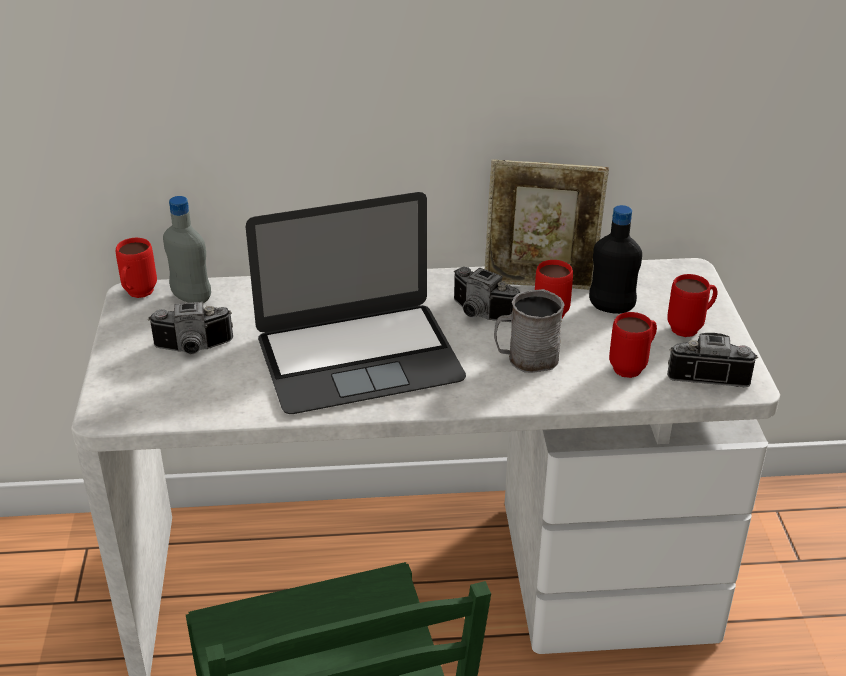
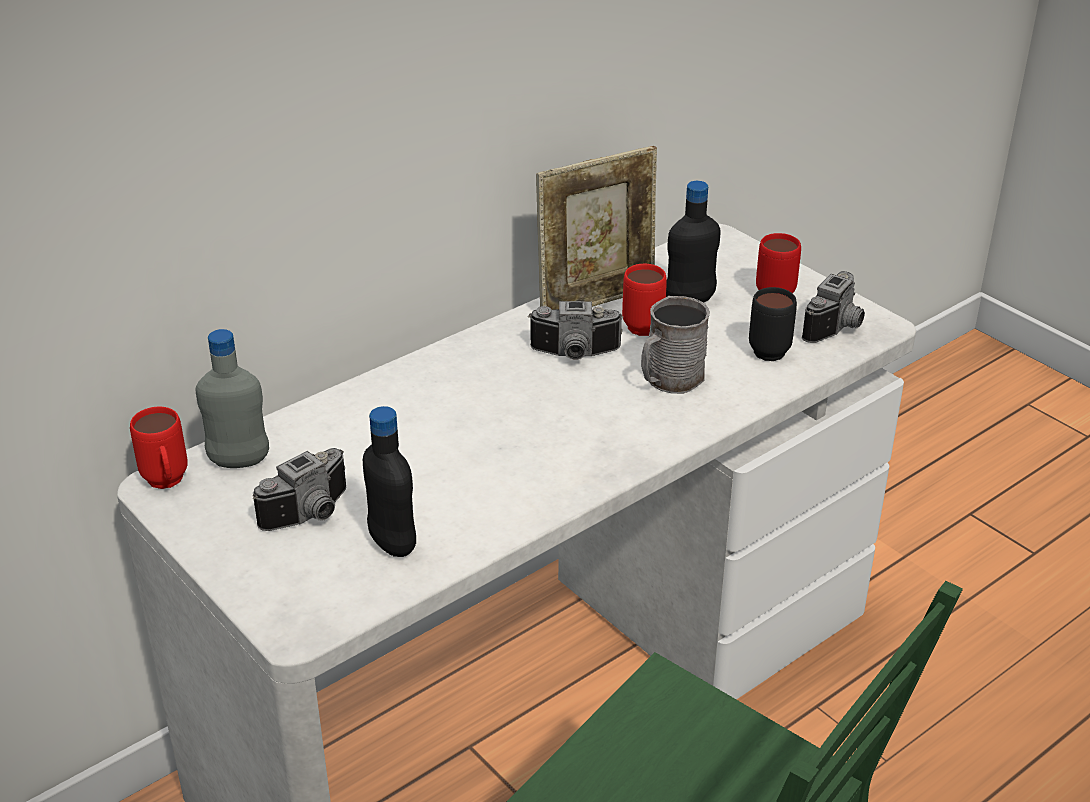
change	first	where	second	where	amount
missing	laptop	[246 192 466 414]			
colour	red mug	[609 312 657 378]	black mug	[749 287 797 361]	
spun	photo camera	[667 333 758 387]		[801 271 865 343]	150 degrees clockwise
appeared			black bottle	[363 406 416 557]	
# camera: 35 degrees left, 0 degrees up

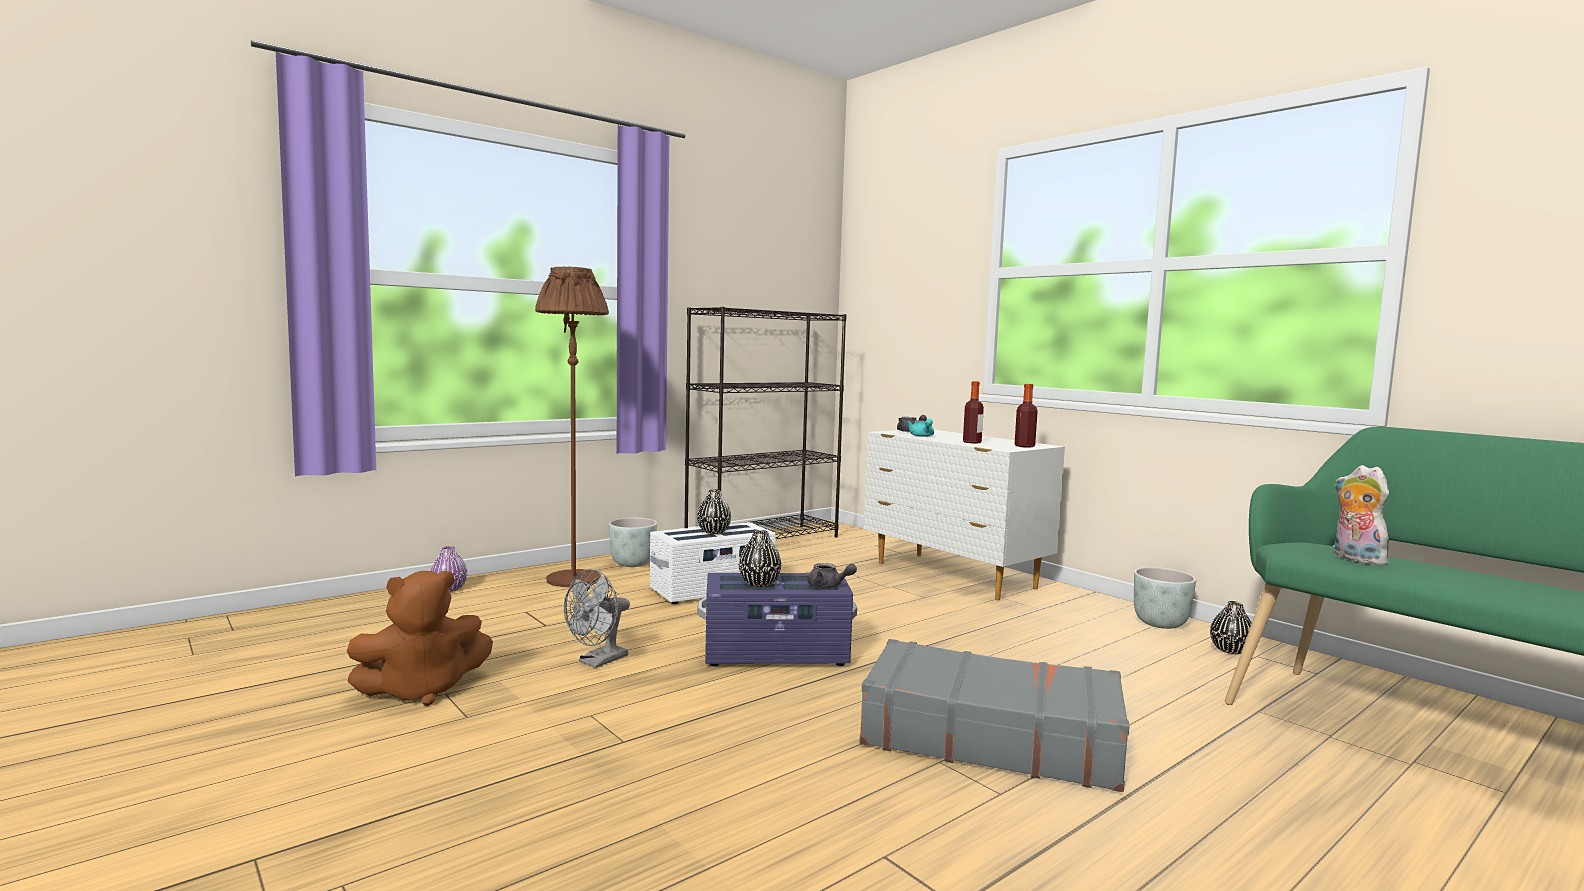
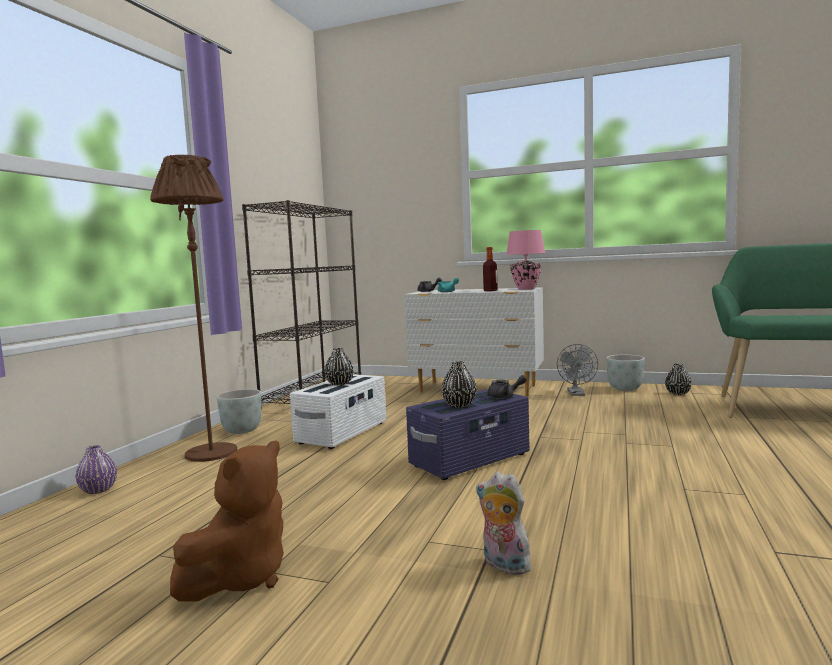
change	first	where	second	where	amount
relocated	grey fan	[564 569 630 668]		[557 344 598 396]	
missing	grey suitcase	[860 639 1129 792]			
exchanged	bottle	[1015 384 1038 448]	pink table lamp	[506 230 545 290]	
relocated	plush toy	[1334 465 1389 565]		[476 472 535 575]	
# camera: 30 degrees left, 0 degrees up

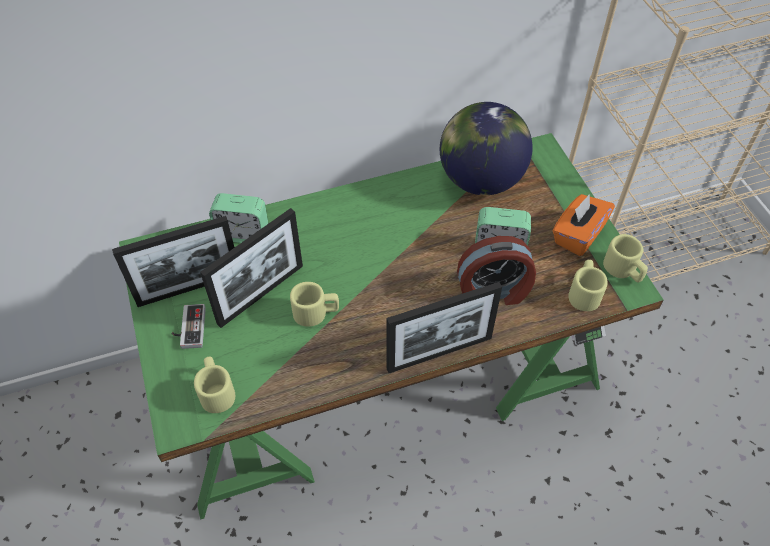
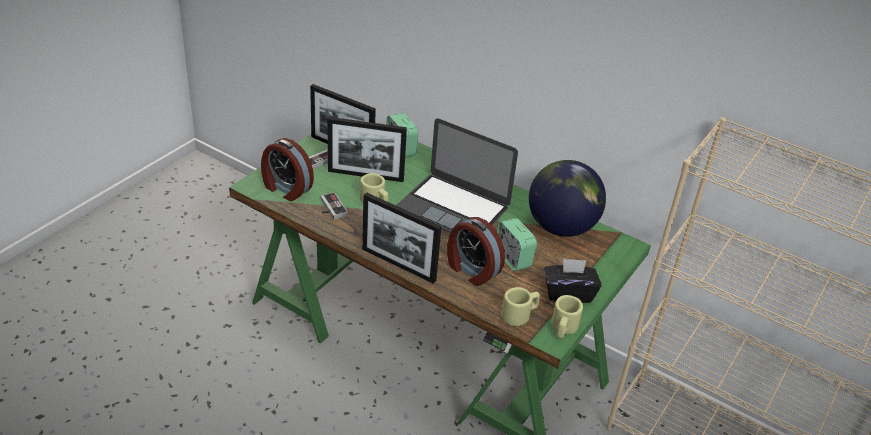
change	first	where	second	where	amount
exchanged	beige mug	[194 357 235 413]	alarm clock	[261 138 314 201]	
colour	orange tissue box	[553 194 615 256]	black tissue box	[544 258 602 303]	
appeared			game controller	[321 192 348 220]	
appeared			laptop	[396 119 518 233]	
# camera: 50 degrees right, 15 degrees down

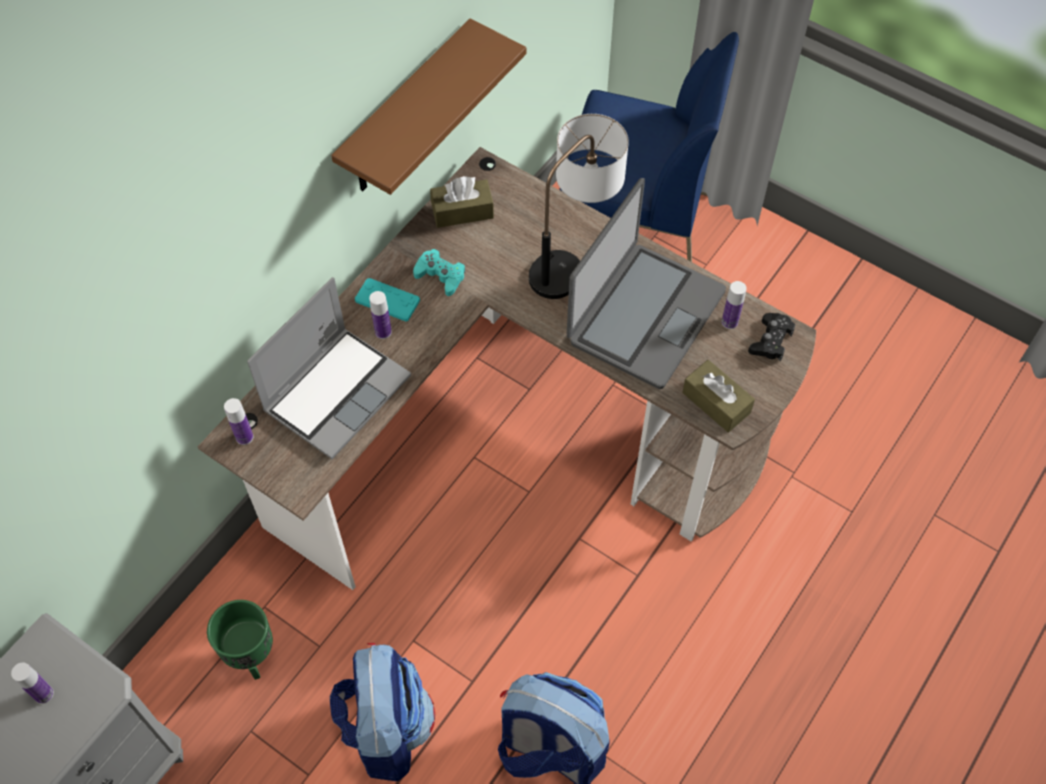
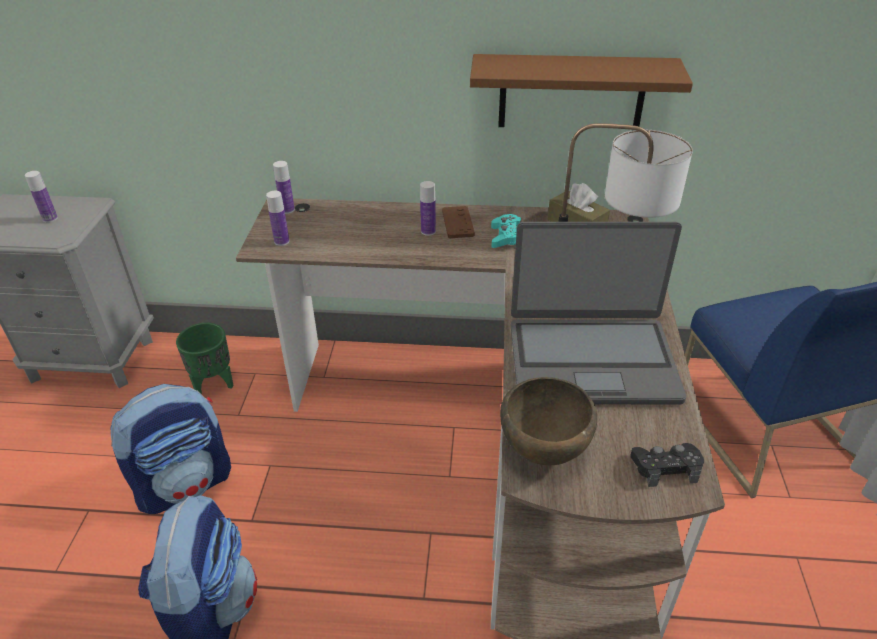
change	first	where	second	where	amount
missing	laptop	[247 277 411 459]			
colour	turquoise game controller	[355 278 420 321]	brown game controller	[442 206 475 238]	
exchanged	brown tissue box	[682 360 755 432]	brown bowl	[500 377 597 465]	
relocated	bottle	[722 281 747 329]		[266 191 289 246]	
# camera: 60 degrees right, 20 degrees down

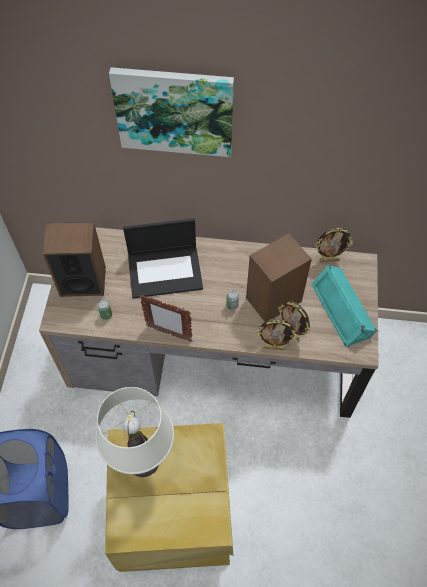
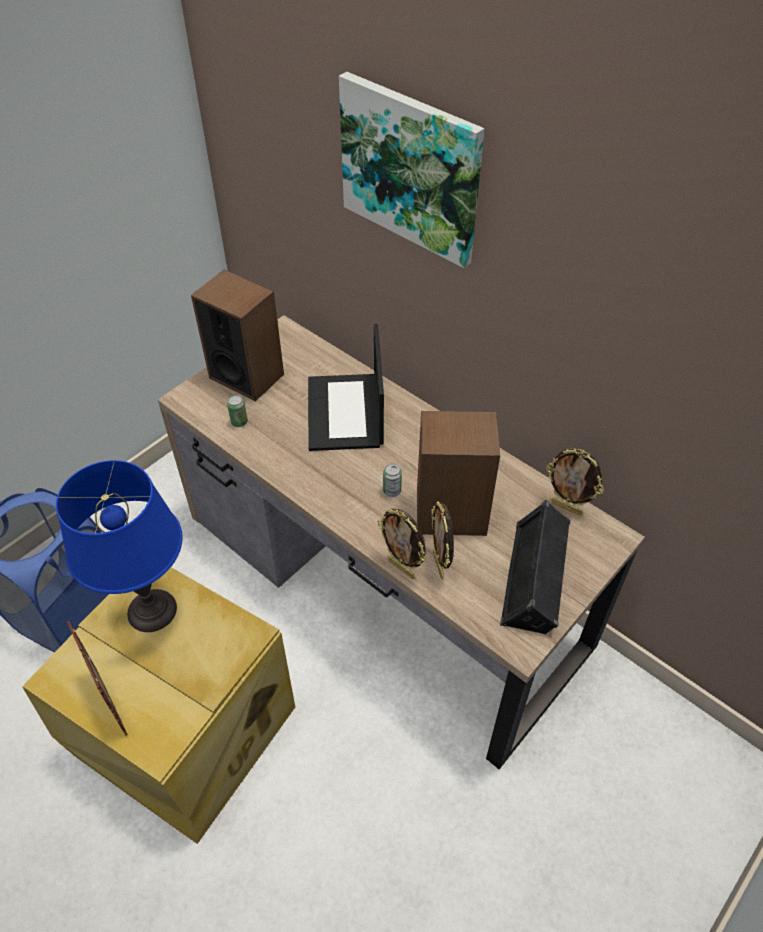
change	first	where	second	where	amount
colour	white table lamp	[96 387 174 477]	blue table lamp	[56 460 182 632]	
spun	laptop	[123 218 203 298]		[308 324 384 451]	60 degrees clockwise
relocated	picture frame	[139 295 193 342]		[67 621 128 736]	
colour	turquoise speaker	[311 265 377 347]	black speaker	[500 499 570 634]	
# camera: 35 degrees right, 10 degrees down

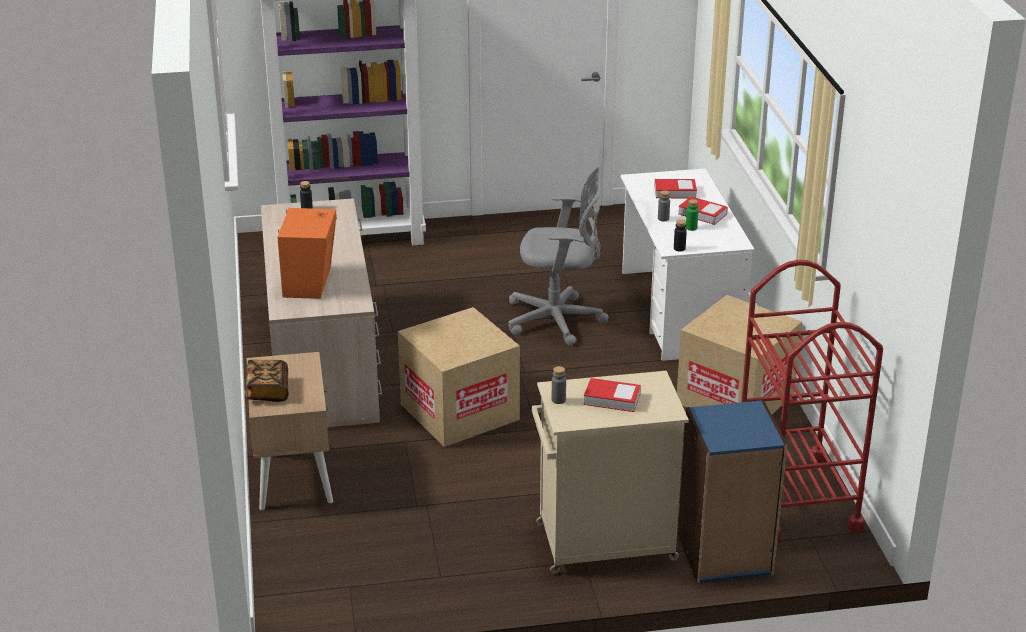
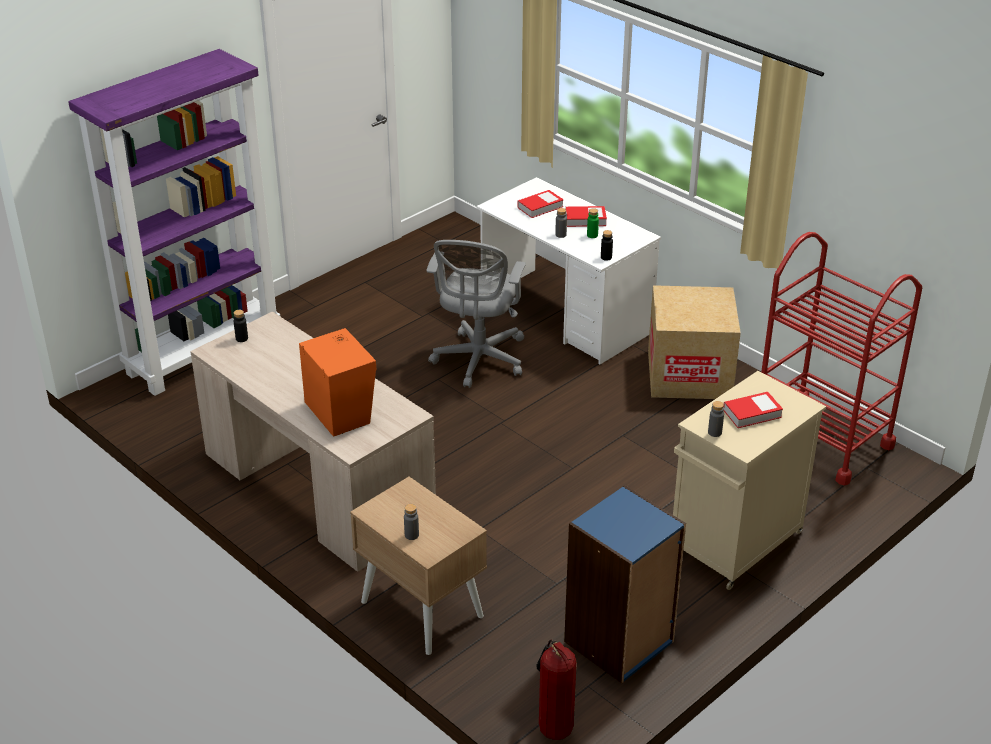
change	first	where	second	where	amount
exchanged	book	[245 359 289 402]	grey bottle	[404 504 419 540]	
missing	cardboard box	[398 307 520 447]			
spun	grey office chair	[508 166 609 346]		[426 240 526 388]	135 degrees clockwise
relocated	blue bookcase	[678 400 788 583]		[564 485 686 683]	
appeared			fire extinguisher	[536 640 577 740]	
# camera: 35 degrees left, 5 degrees up

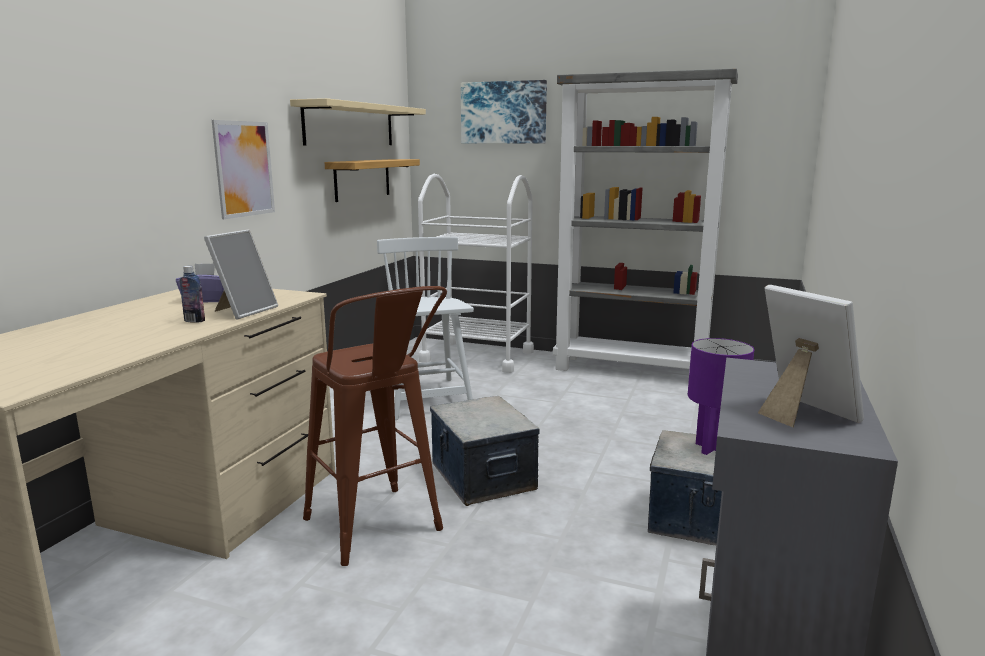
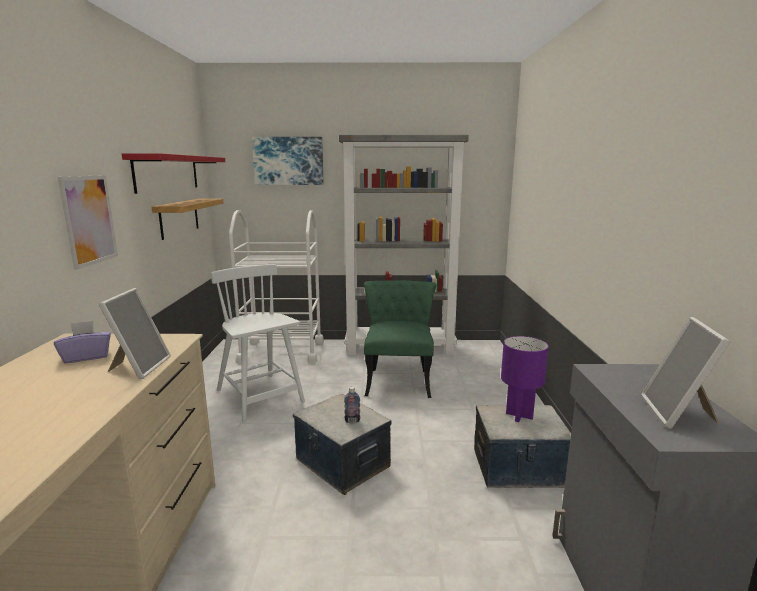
change	first	where	second	where	amount
relocated	bottle	[180 266 205 323]		[344 386 360 423]	
colour	beige shelf	[290 98 426 145]	red shelf	[122 153 225 194]	
missing	brown stool	[303 286 447 566]			
spun	picture frame	[758 285 864 428]		[641 317 730 429]	120 degrees counterclockwise
appeared			green chair	[364 280 436 398]	
# camera: 20 degrees left, 0 degrees up

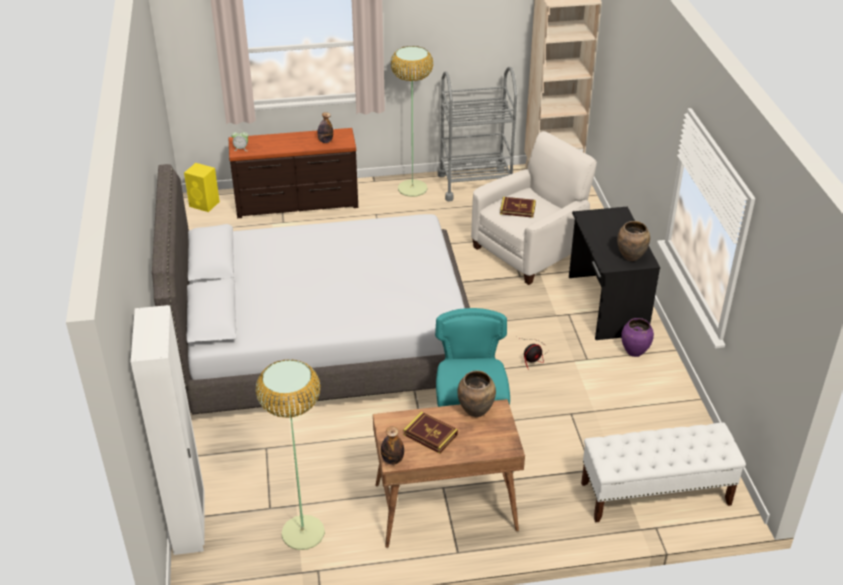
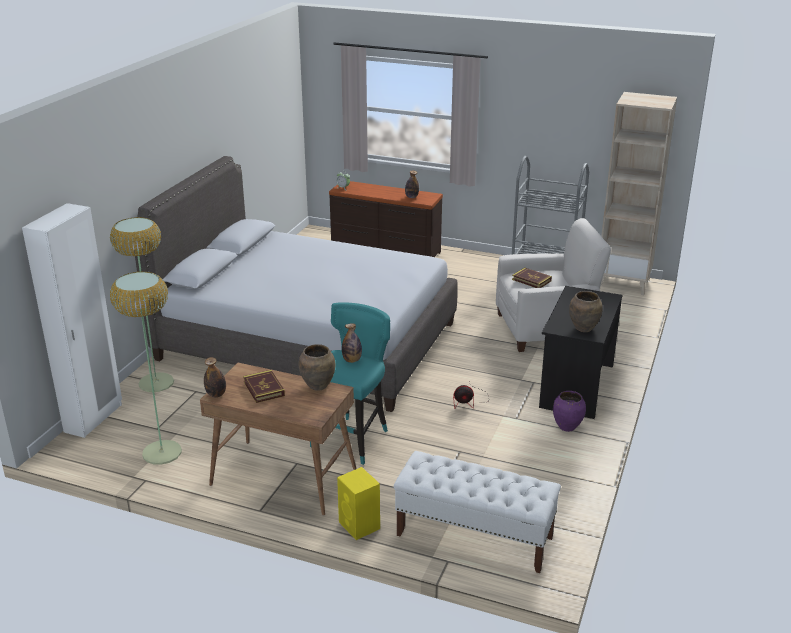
change	first	where	second	where	amount
relocated	yellow speaker	[184 163 220 212]		[337 467 380 540]	
relocated	floor lamp	[391 46 433 197]		[110 217 174 392]	
appeared			bottle	[342 323 362 363]	
# camera: 30 degrees right, 10 degrees down

